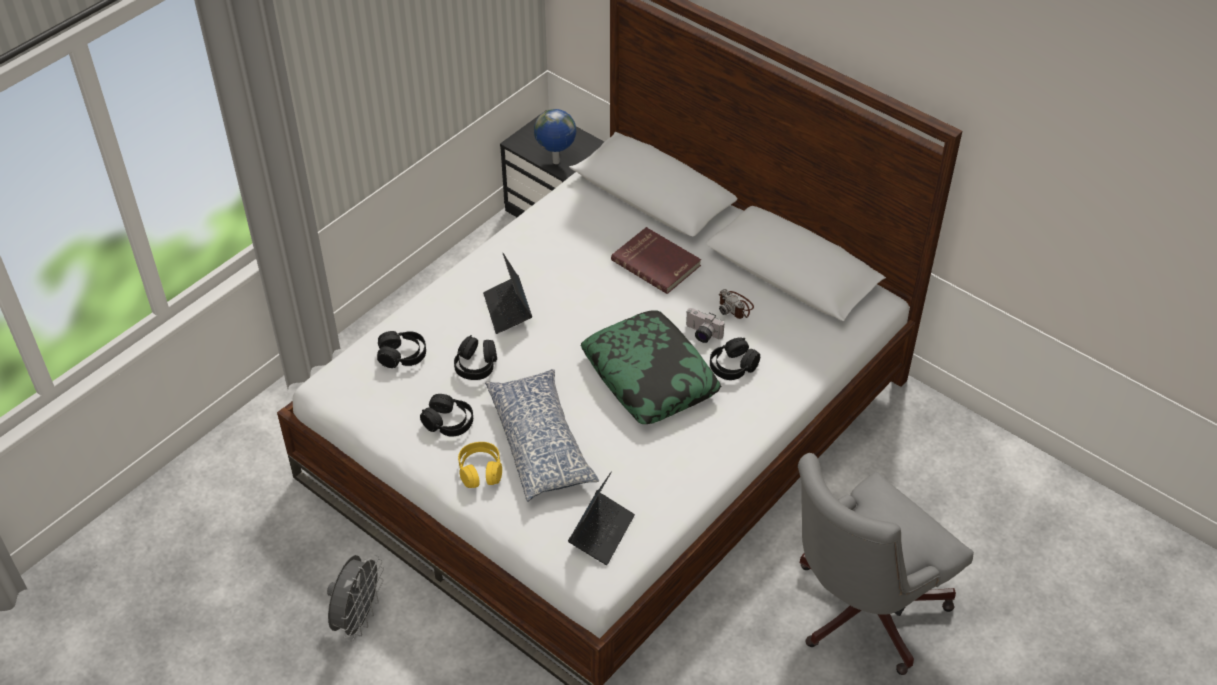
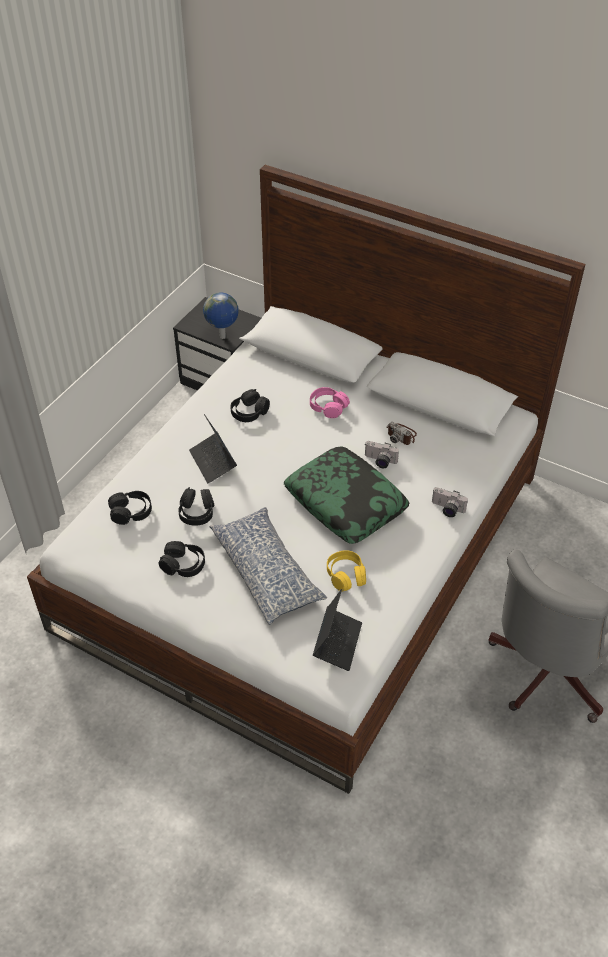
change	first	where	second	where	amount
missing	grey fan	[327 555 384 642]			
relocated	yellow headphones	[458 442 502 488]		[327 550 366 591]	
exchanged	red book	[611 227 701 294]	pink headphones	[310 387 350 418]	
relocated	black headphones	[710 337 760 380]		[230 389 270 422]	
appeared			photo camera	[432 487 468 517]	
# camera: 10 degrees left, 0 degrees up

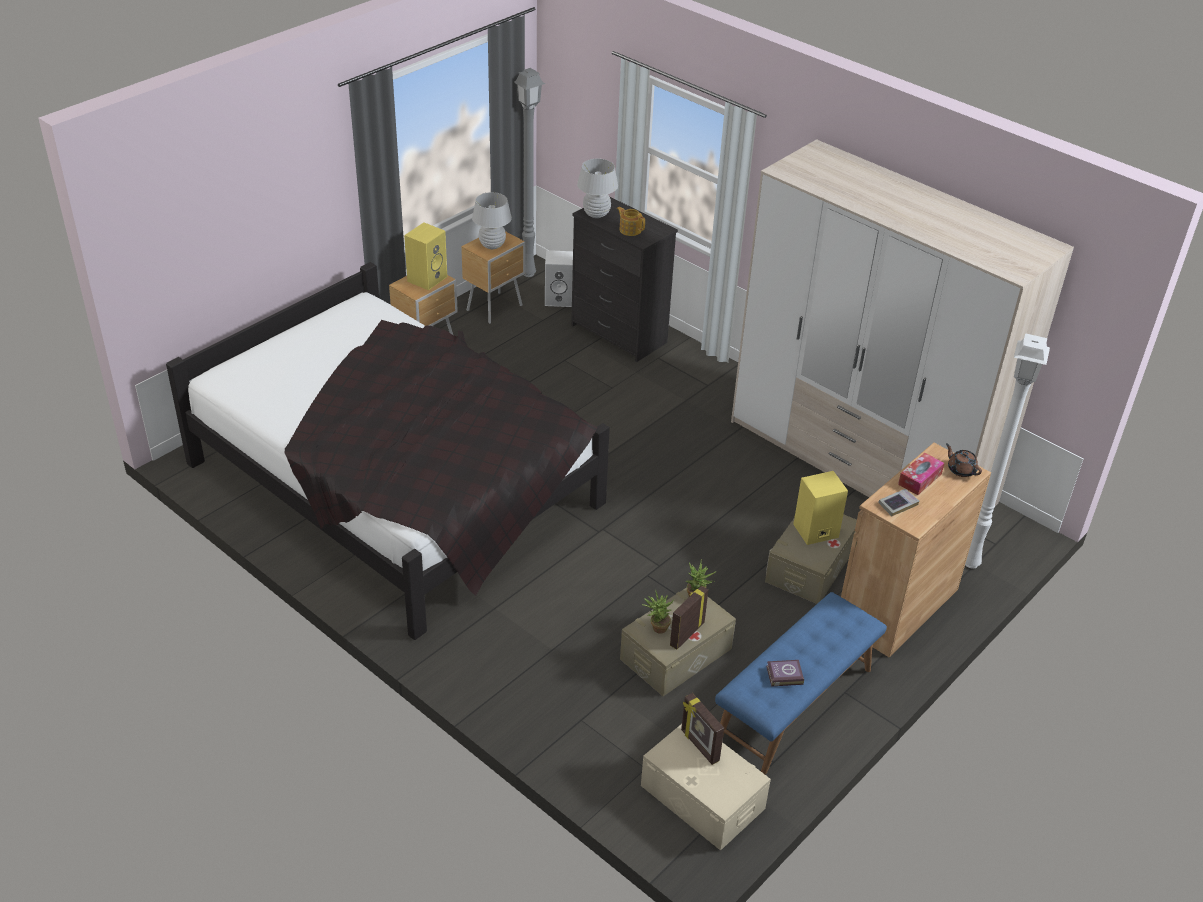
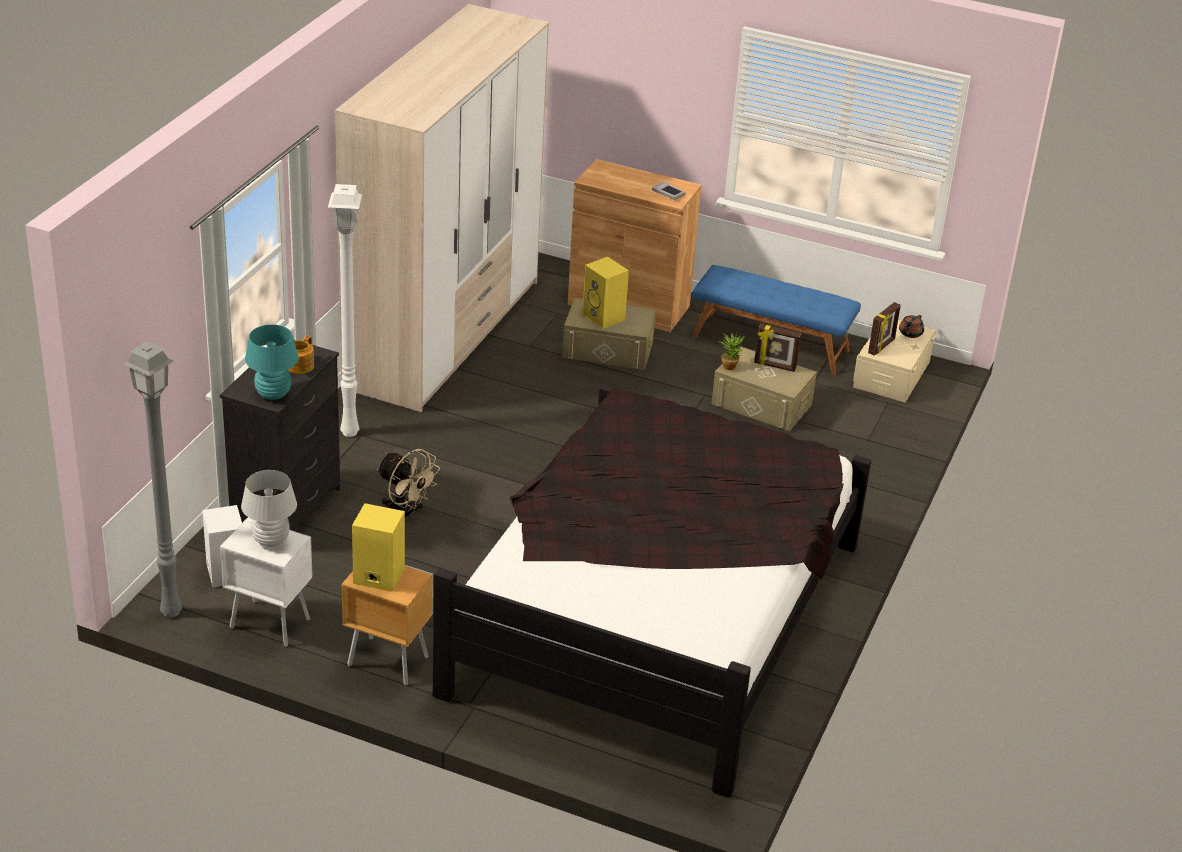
change	first	where	second	where	amount
colour	brown nightstand	[461 231 525 324]	white nightstand	[220 517 313 647]	
colour	white table lamp	[577 159 618 218]	turquoise table lamp	[245 324 299 400]	
missing	potted plant	[642 590 674 634]			
missing	book	[766 660 804 687]			
missing	tissue box	[898 453 944 495]			
relocated	brown teapot	[946 443 982 477]		[899 315 924 338]	
relocated	white floor lamp	[965 333 1050 569]		[328 184 362 437]	
appeared			beige fan	[377 449 440 518]	
# camera: 110 degrees left, 5 degrees down

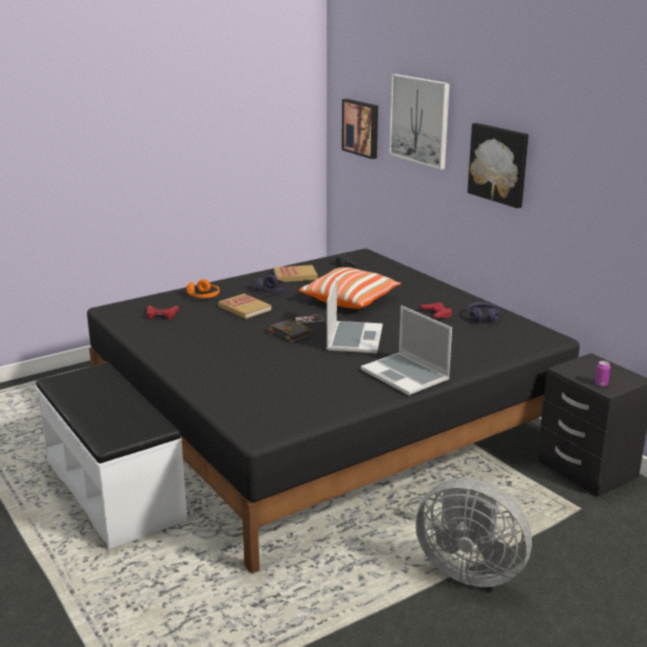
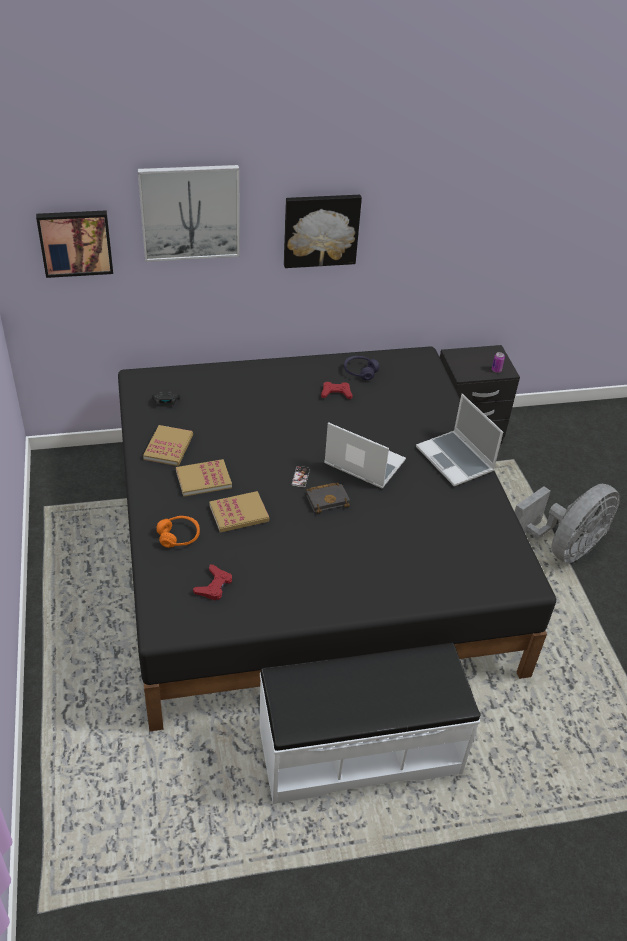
change	first	where	second	where	amount
exchanged	purple headphones	[255 274 288 293]	book	[176 459 232 497]	
missing	pillow	[299 267 401 309]			
spun	laptop	[361 305 452 395]		[416 394 503 486]	75 degrees clockwise
# camera: 70 degrees left, 20 degrees up

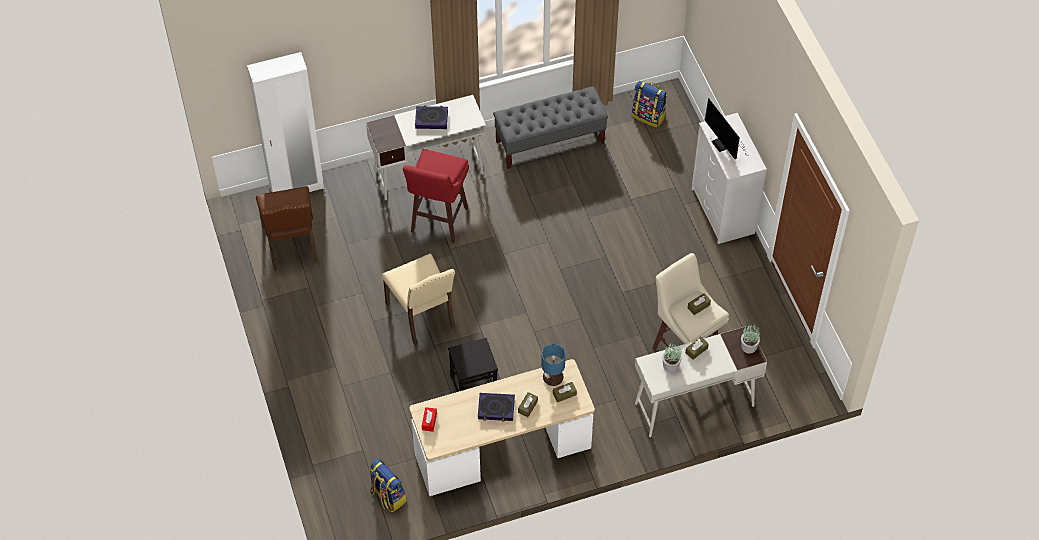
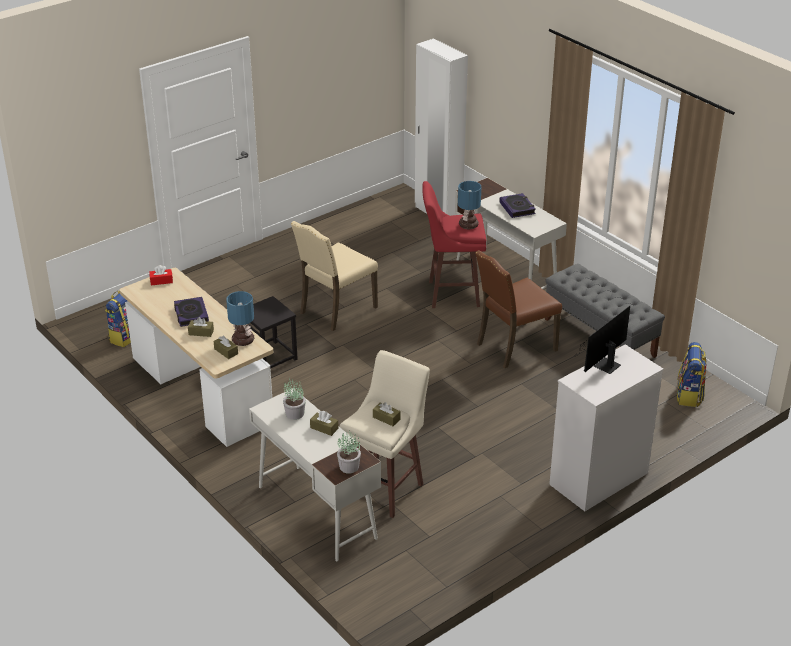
change	first	where	second	where	amount
relocated	brown chair	[256 186 318 271]		[475 250 562 368]	
appeared			table lamp	[458 181 481 229]	
# camera: 70 degrees right, 20 degrees down

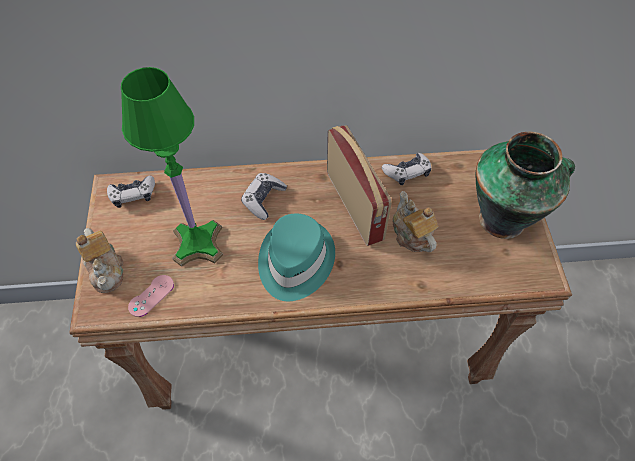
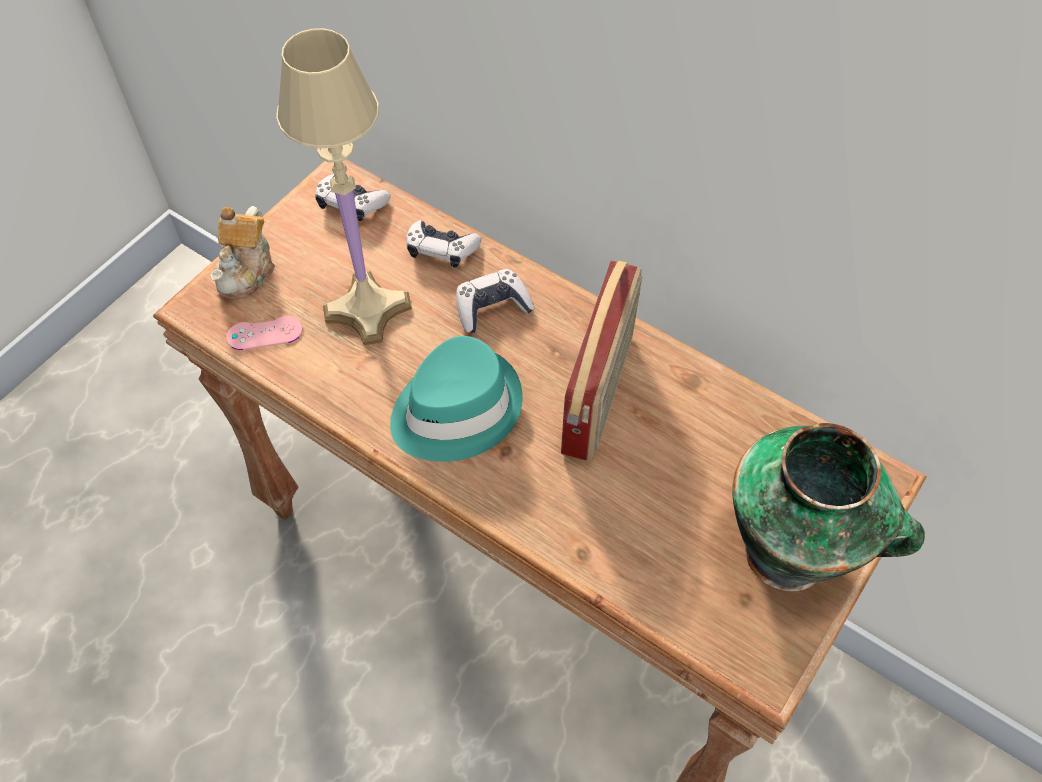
change	first	where	second	where	amount
colour	green table lamp	[121 67 223 267]	beige table lamp	[276 28 412 345]	
relocated	game controller	[382 153 431 185]		[406 220 481 268]	
missing	teapot	[393 191 439 252]			
# camera: 40 degrees right, 0 degrees up

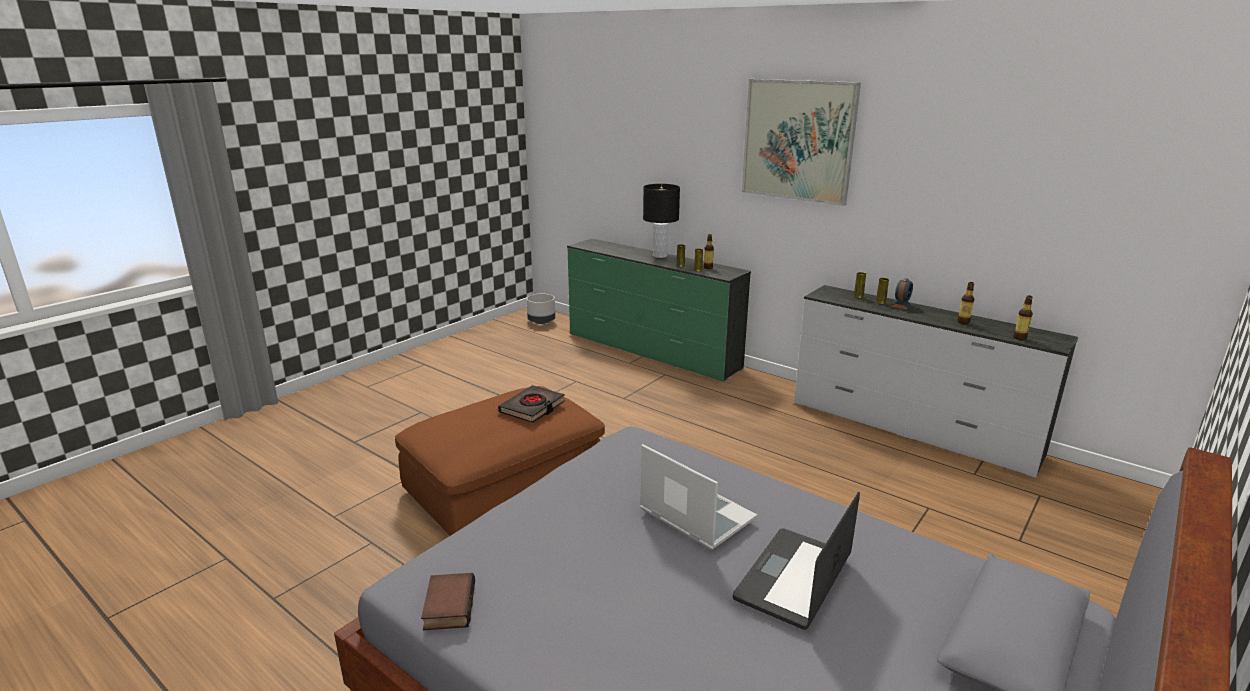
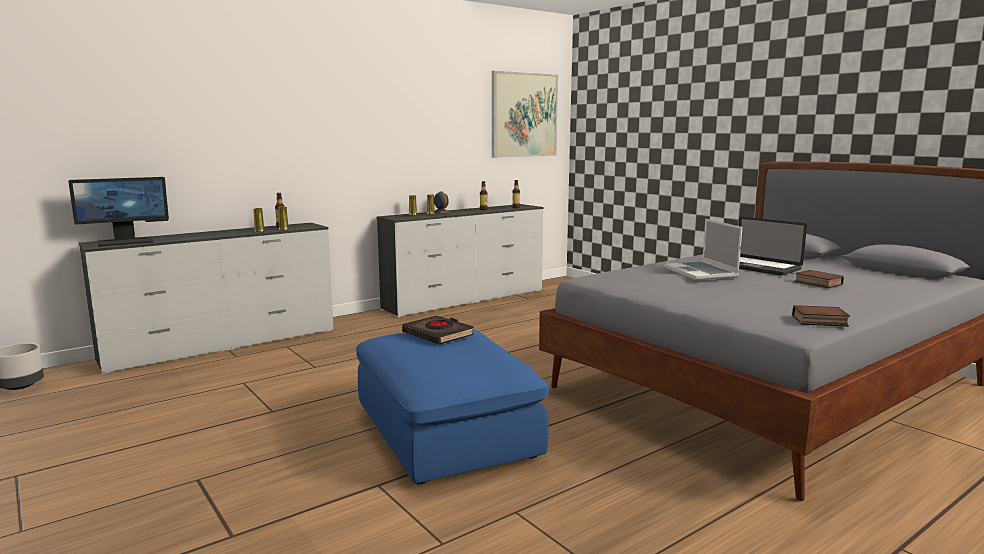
change	first	where	second	where	amount
colour	brown ottoman	[395 386 605 536]	blue ottoman	[356 329 549 485]	
colour	green dresser	[567 238 751 382]	white dresser	[79 222 333 374]	
spun	laptop	[640 444 757 550]		[664 219 743 280]	75 degrees counterclockwise
missing	black table lamp	[643 184 680 258]			
relocated	picture	[742 79 861 206]		[492 71 558 158]	
appeared			monitor	[68 177 169 247]	
appeared			book	[795 270 844 288]	
# camera: 75 degrees left, 10 degrees down

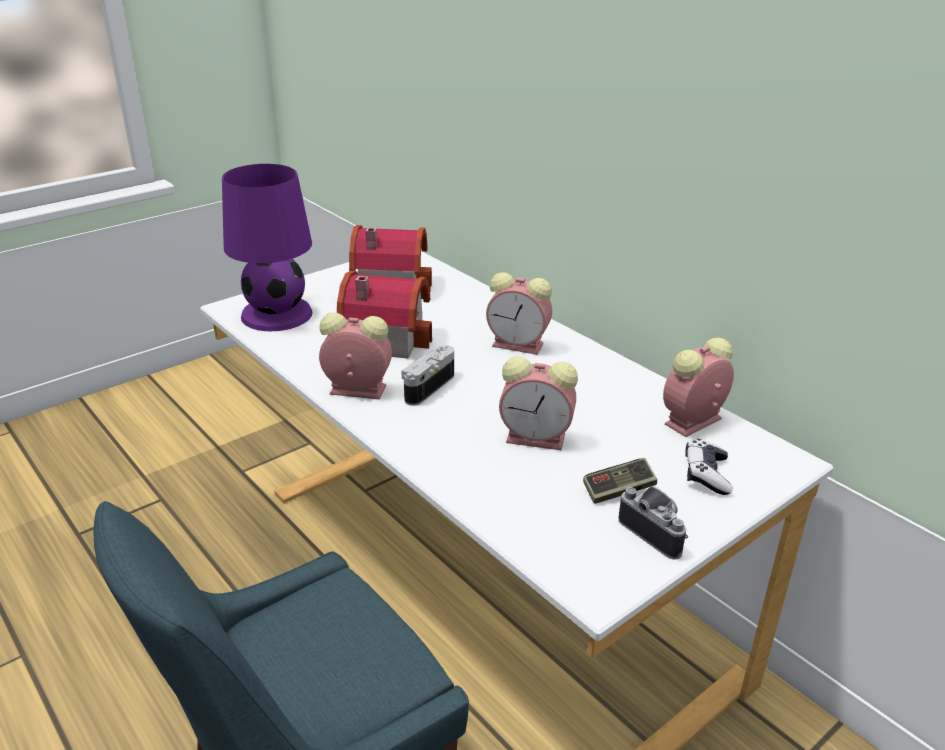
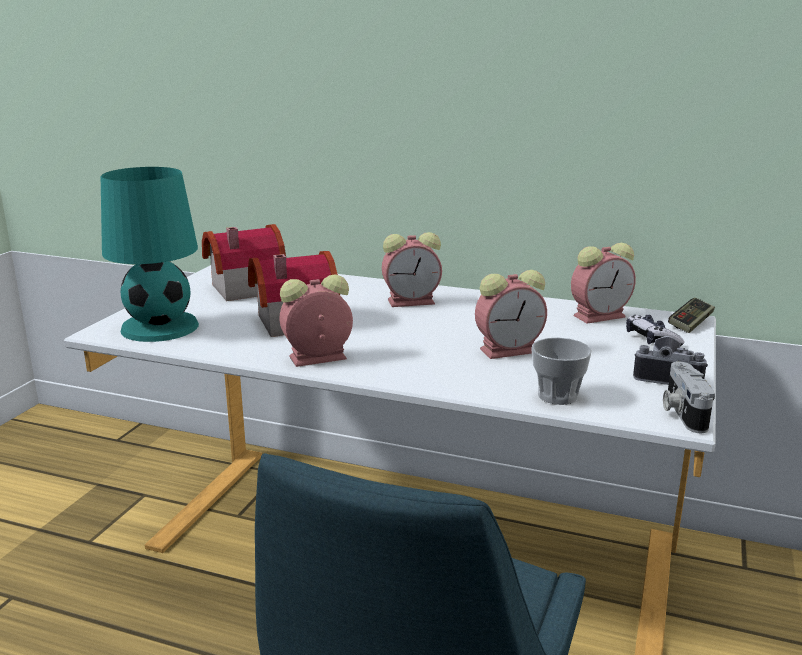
change	first	where	second	where	amount
colour	purple table lamp	[222 164 312 331]	turquoise table lamp	[101 167 199 342]	
relocated	photo camera	[401 345 454 406]		[663 361 715 433]	
relocated	game controller	[583 458 657 504]		[668 297 715 333]	
spun	alarm clock	[663 337 734 437]		[571 243 636 324]	135 degrees counterclockwise
appeared			cup	[531 338 592 405]	
# camera: 30 degrees left, 10 degrees down

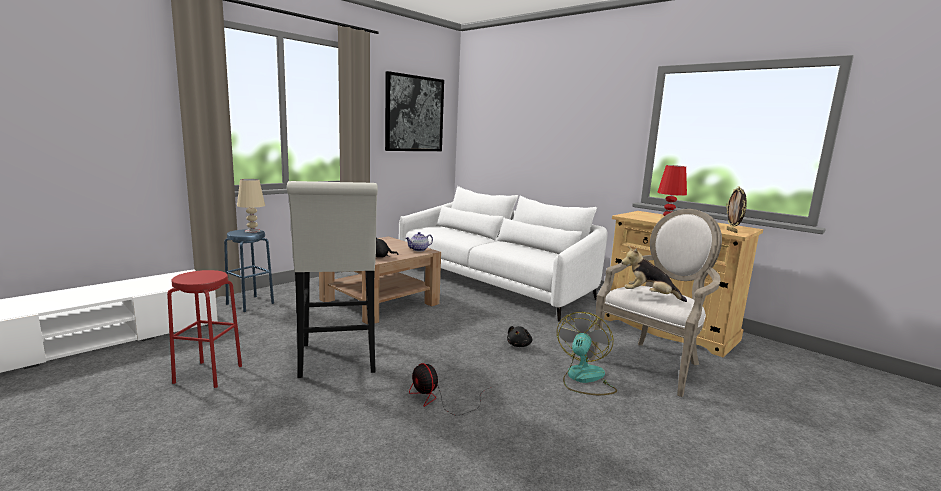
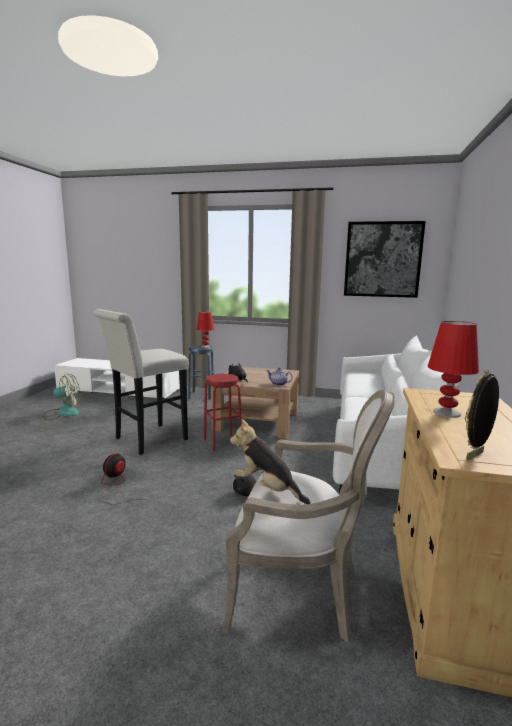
change	first	where	second	where	amount
relocated	red stool	[167 270 242 388]		[204 374 241 451]	
colour	beige table lamp	[237 179 265 233]	red table lamp	[196 311 214 348]	
relocated	fan	[557 312 617 395]		[43 373 80 420]	
spun	plush toy	[621 246 687 302]		[230 419 311 504]	45 degrees counterclockwise
# camera: 60 degrees right, 0 degrees up

